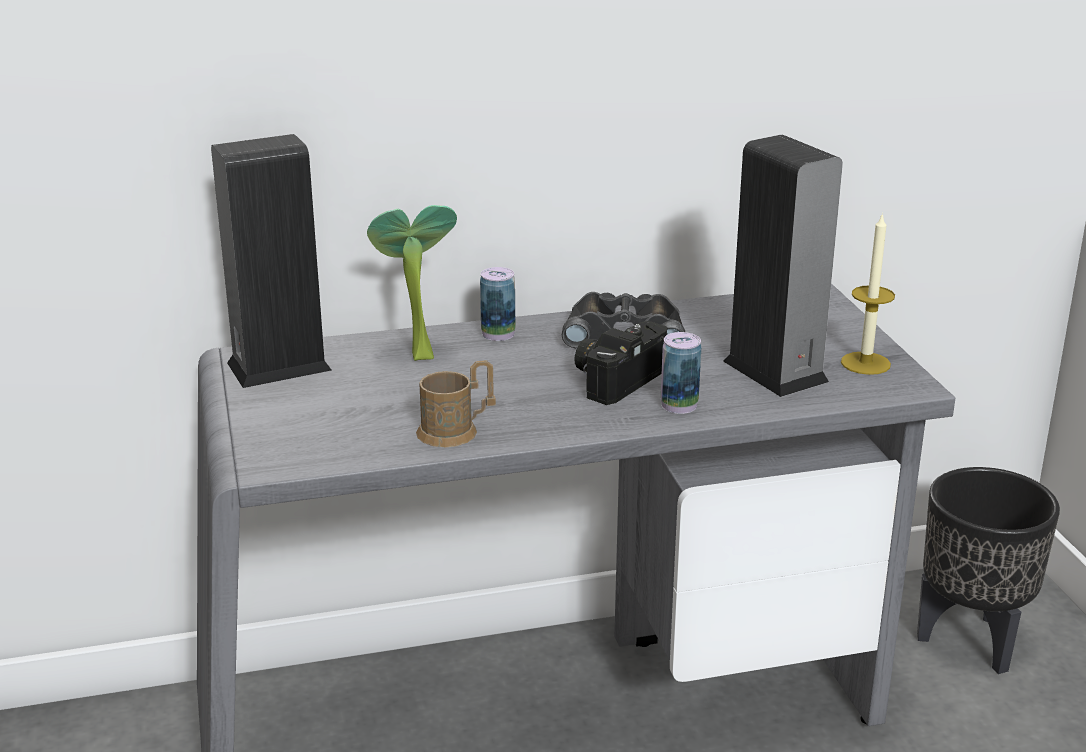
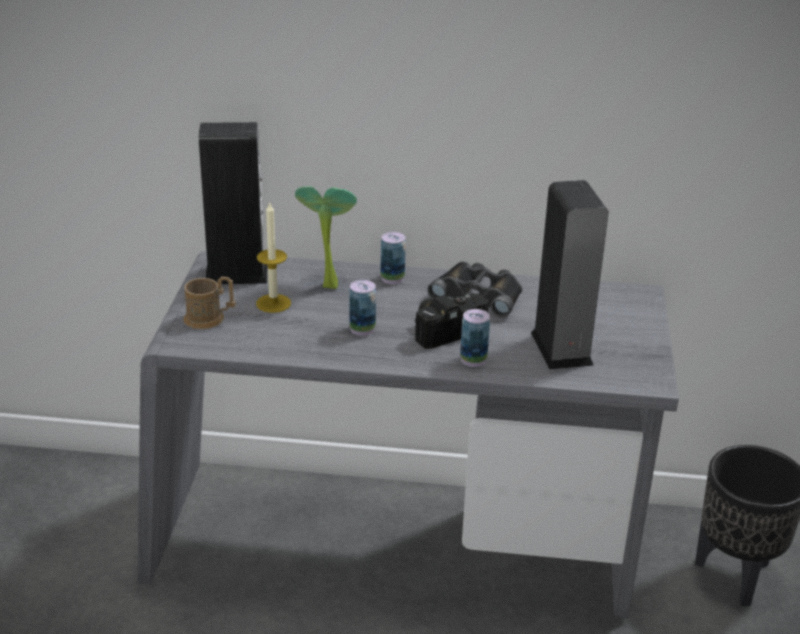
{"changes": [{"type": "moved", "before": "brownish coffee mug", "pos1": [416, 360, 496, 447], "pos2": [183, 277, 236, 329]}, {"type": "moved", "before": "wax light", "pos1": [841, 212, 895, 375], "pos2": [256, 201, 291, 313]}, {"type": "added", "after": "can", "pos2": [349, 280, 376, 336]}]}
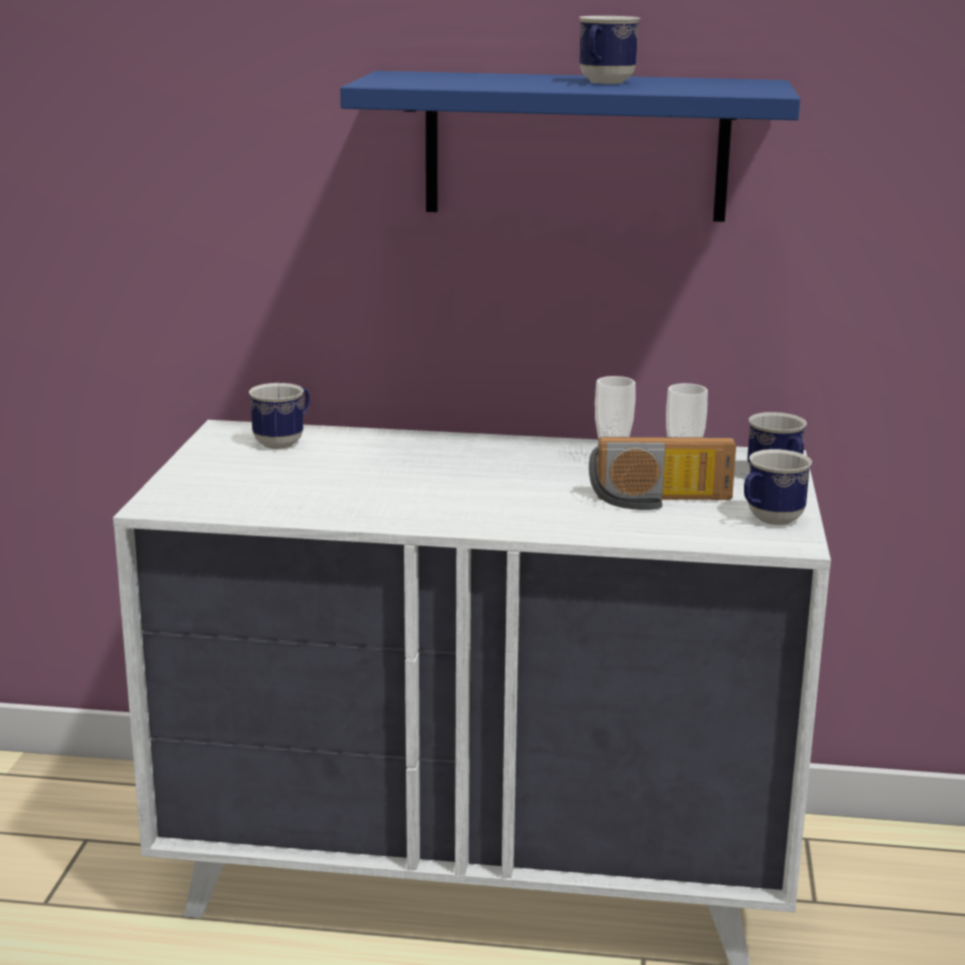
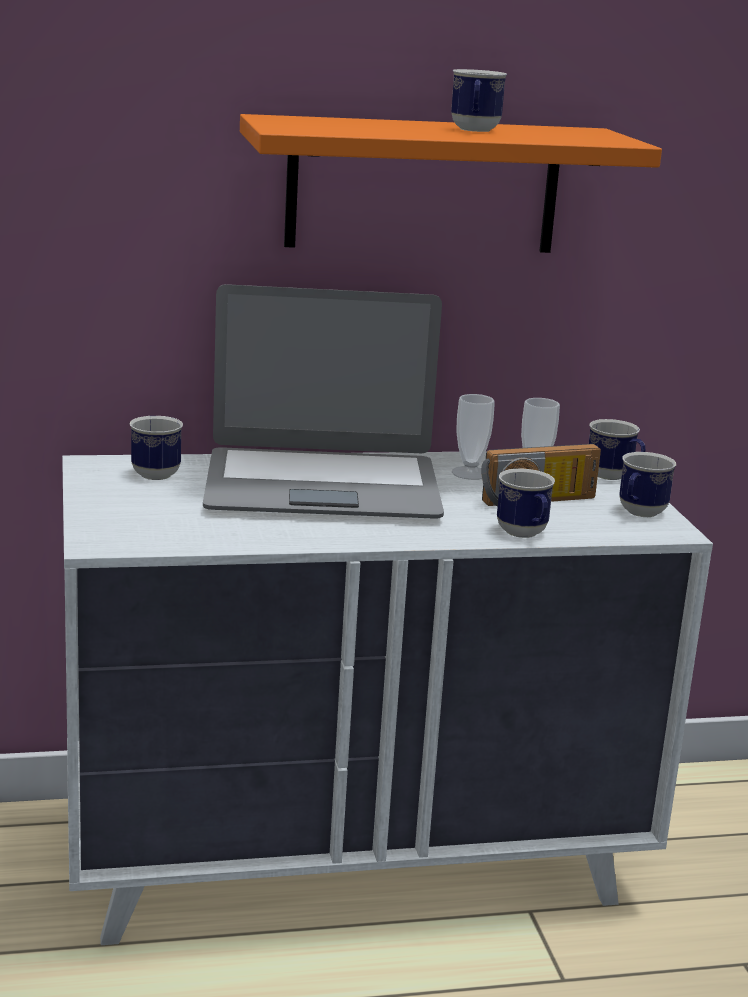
{"changes": [{"type": "recoloured", "before": "bluish bracket shelf", "after": "orange bracket shelf", "pos1": [340, 71, 800, 222], "pos2": [240, 114, 662, 253]}, {"type": "added", "after": "portable computer", "pos2": [203, 284, 444, 519]}, {"type": "added", "after": "coffee mug", "pos2": [497, 468, 555, 538]}]}
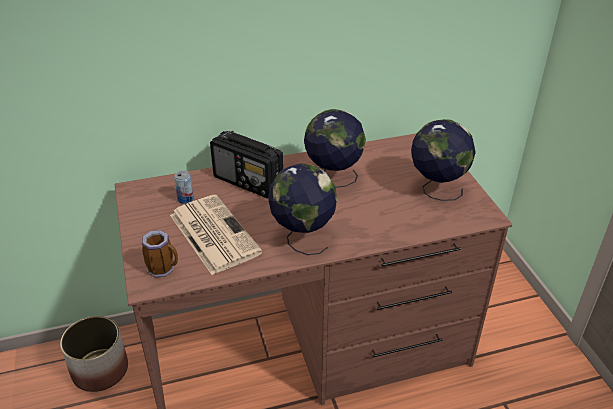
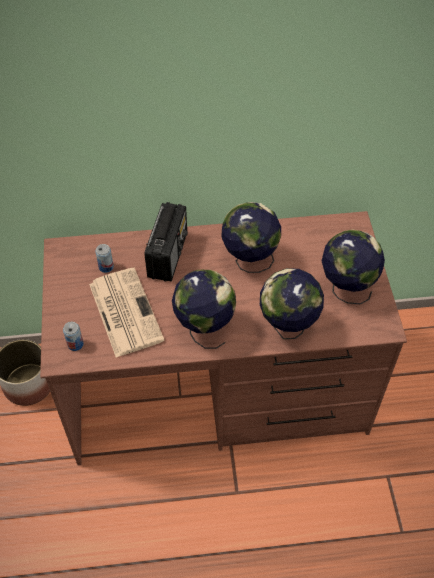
{"changes": [{"type": "replaced", "before": "coffee mug", "after": "can", "pos1": [142, 230, 178, 277], "pos2": [63, 322, 84, 351]}, {"type": "turned", "before": "radio receiver", "pos1": [210, 131, 283, 198], "pos2": [144, 202, 188, 281], "turn": -120}, {"type": "added", "after": "desk globe", "pos2": [260, 268, 324, 339]}]}
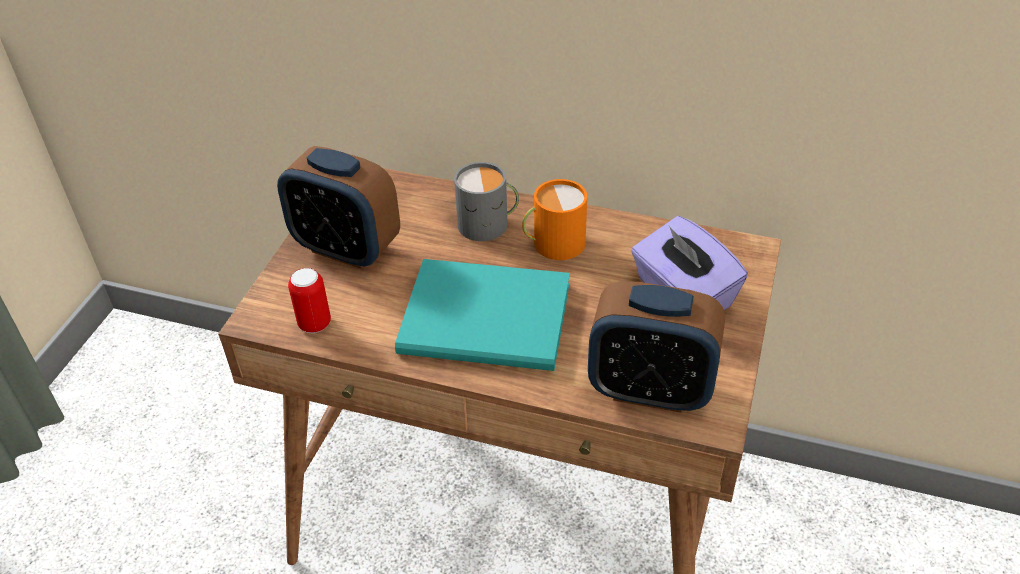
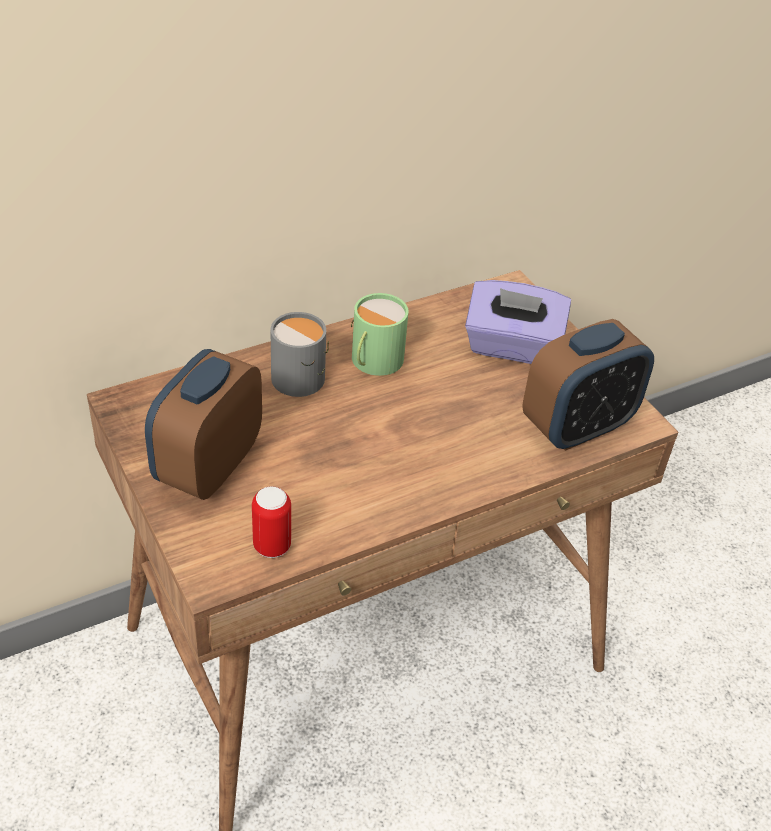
{"changes": [{"type": "turned", "before": "table clock", "pos1": [277, 146, 400, 269], "pos2": [145, 349, 262, 500], "turn": 135}, {"type": "removed", "before": "turquoise-coloured book", "pos1": [395, 259, 570, 371]}, {"type": "recoloured", "before": "orange coffee mug", "after": "greenish coffee mug", "pos1": [522, 179, 587, 260], "pos2": [351, 293, 409, 376]}]}
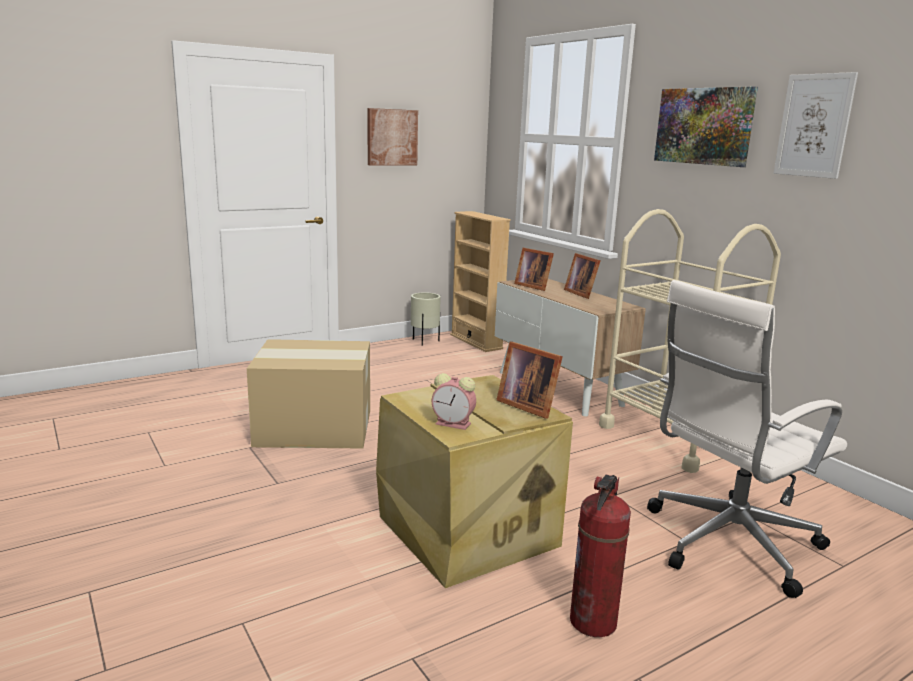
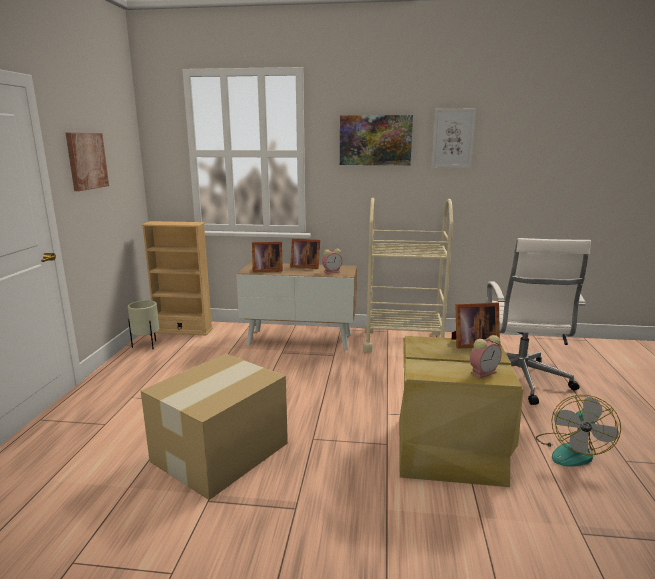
{"changes": [{"type": "replaced", "before": "extinguisher", "after": "electric fan", "pos1": [570, 475, 631, 637], "pos2": [536, 395, 621, 467]}, {"type": "added", "after": "table clock", "pos2": [322, 249, 342, 274]}]}
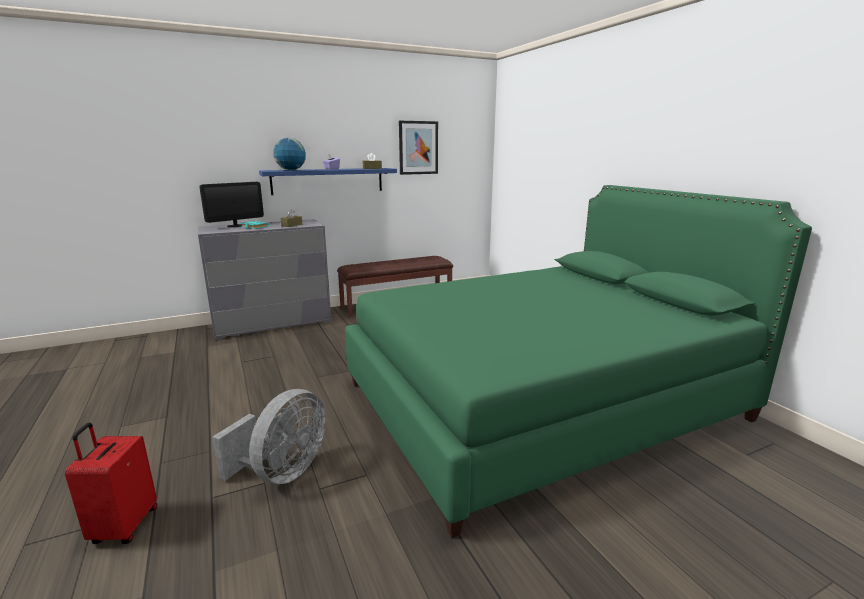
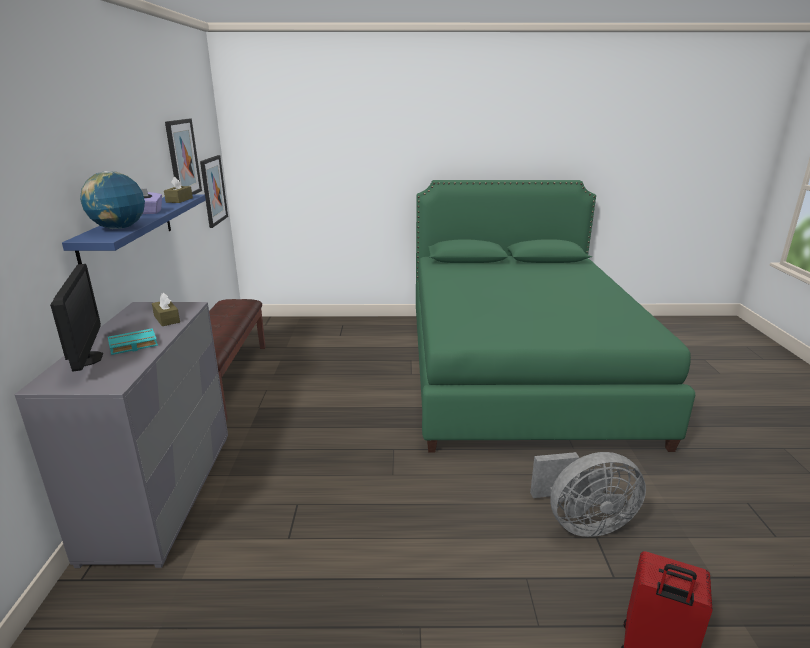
{"changes": [{"type": "turned", "before": "greyish electric fan", "pos1": [212, 389, 326, 484], "pos2": [530, 452, 646, 537], "turn": 120}, {"type": "added", "after": "wall picture", "pos2": [200, 155, 228, 228]}]}
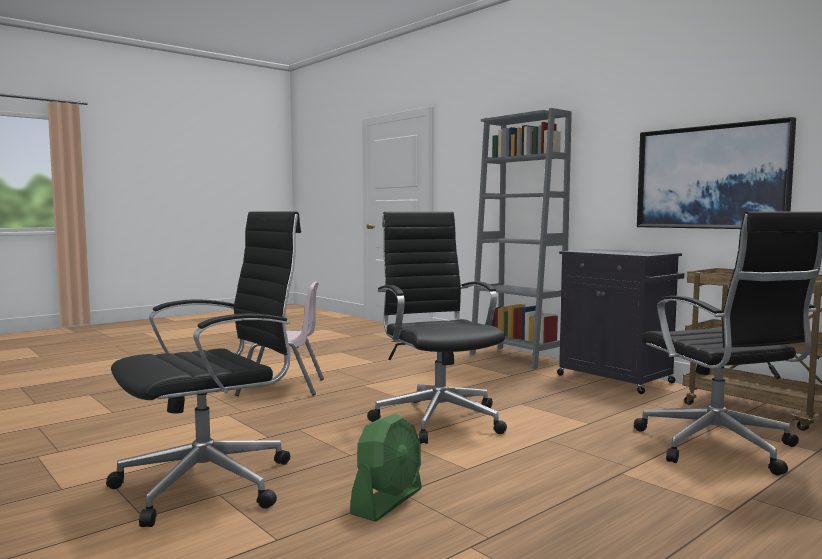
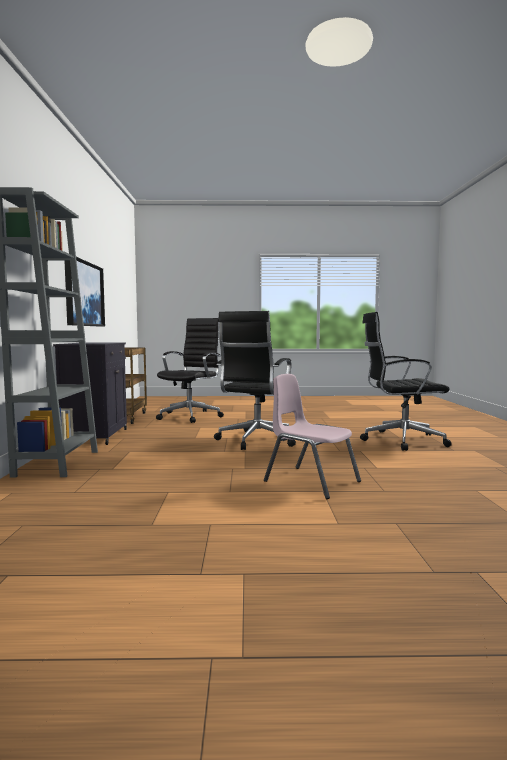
{"changes": [{"type": "removed", "before": "greenish electric fan", "pos1": [350, 414, 422, 522]}]}
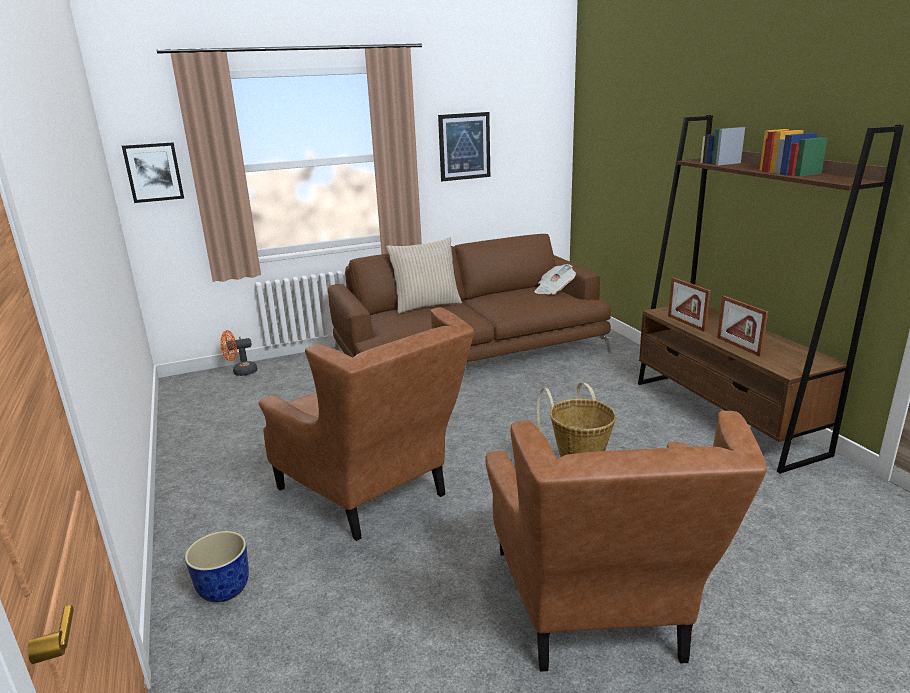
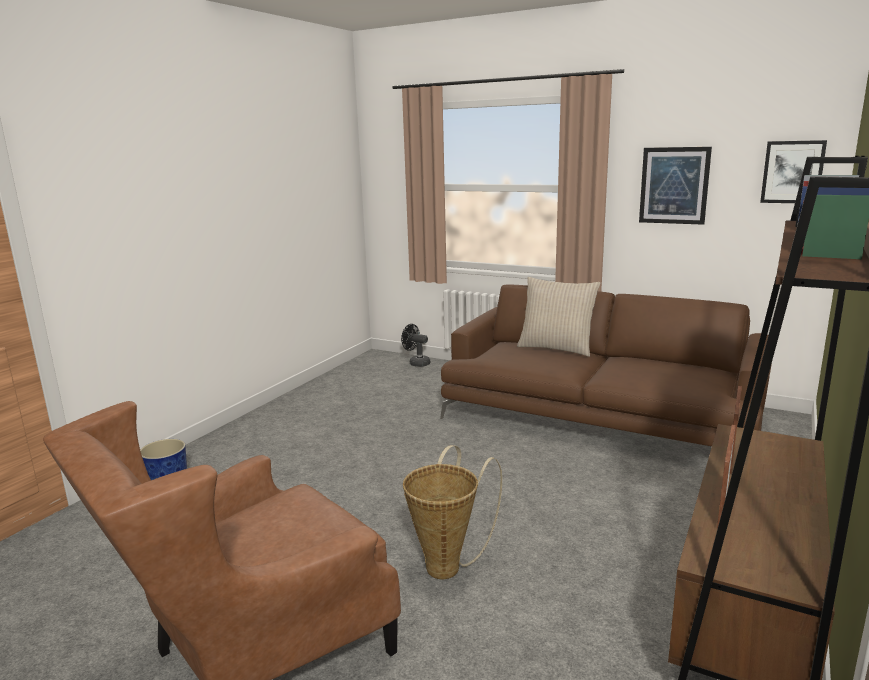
{"changes": [{"type": "moved", "before": "wall picture", "pos1": [122, 142, 184, 203], "pos2": [760, 140, 827, 203]}, {"type": "recoloured", "before": "orange electric fan", "after": "blackish electric fan", "pos1": [221, 330, 258, 376], "pos2": [401, 324, 431, 367]}, {"type": "removed", "before": "brownish easy chair", "pos1": [259, 307, 474, 541]}, {"type": "removed", "before": "newspaper", "pos1": [534, 264, 576, 294]}]}
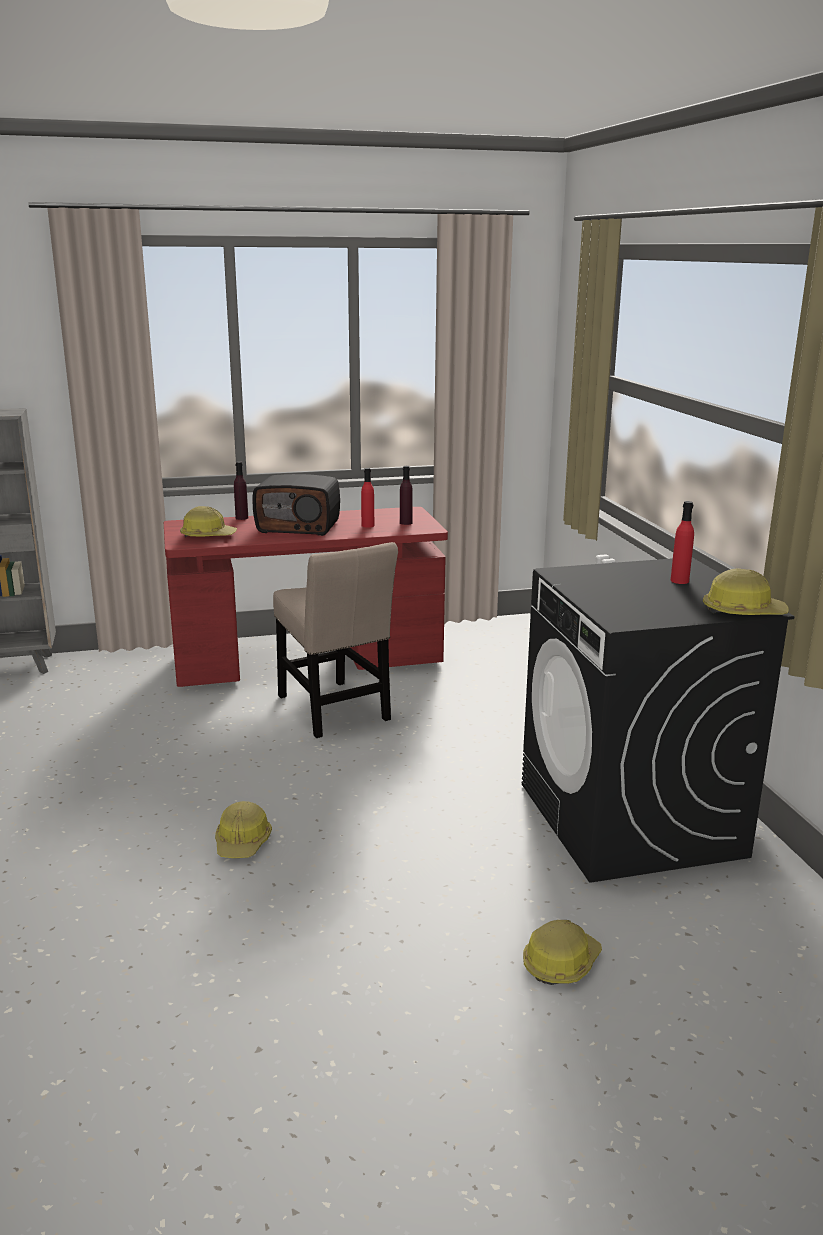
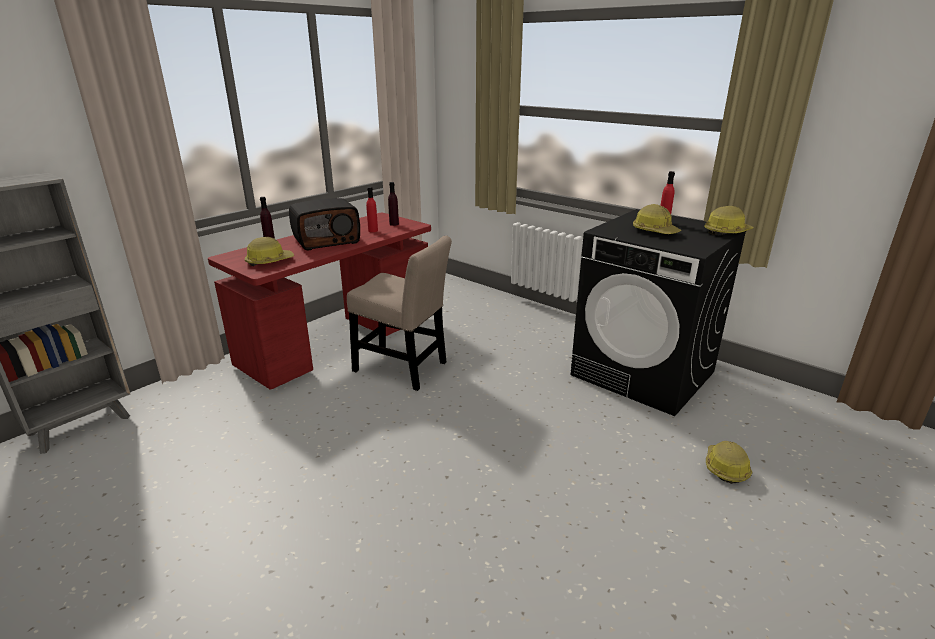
{"changes": [{"type": "moved", "before": "hard hat", "pos1": [215, 801, 272, 858], "pos2": [633, 204, 681, 234]}]}
